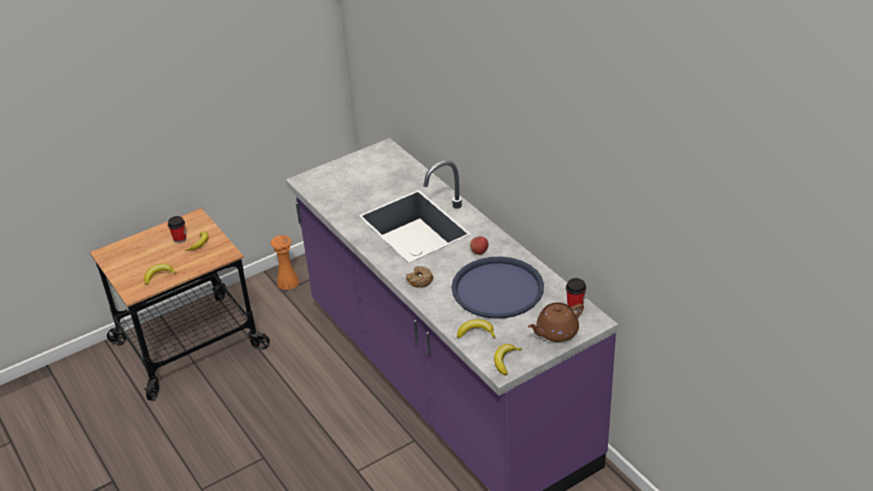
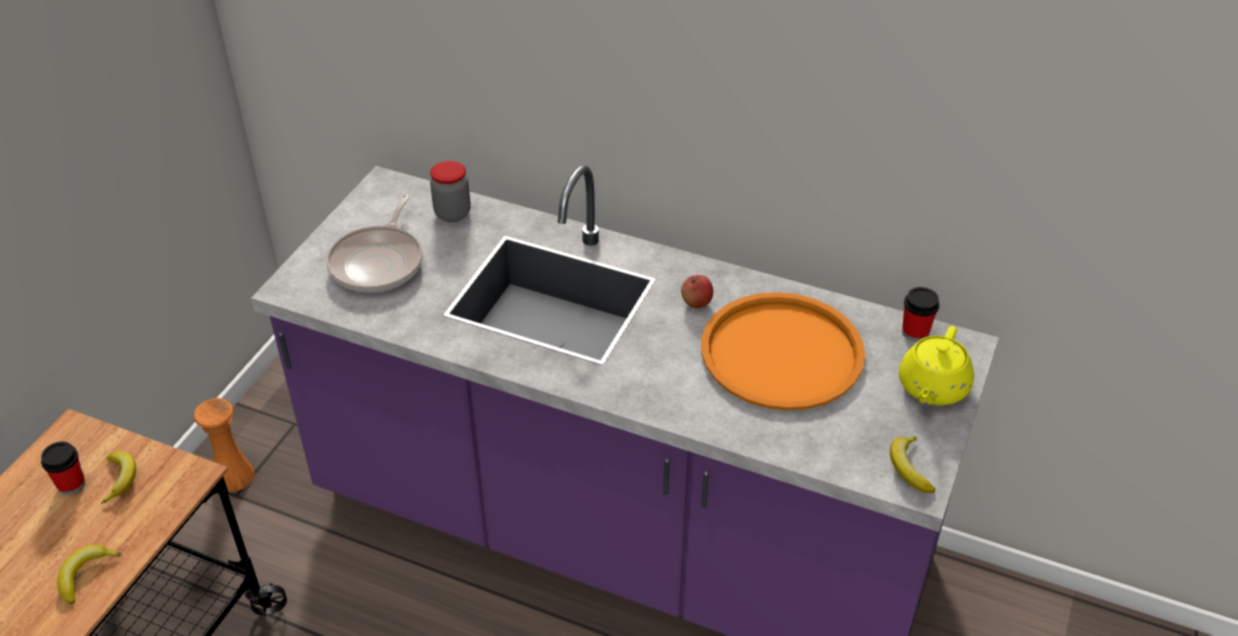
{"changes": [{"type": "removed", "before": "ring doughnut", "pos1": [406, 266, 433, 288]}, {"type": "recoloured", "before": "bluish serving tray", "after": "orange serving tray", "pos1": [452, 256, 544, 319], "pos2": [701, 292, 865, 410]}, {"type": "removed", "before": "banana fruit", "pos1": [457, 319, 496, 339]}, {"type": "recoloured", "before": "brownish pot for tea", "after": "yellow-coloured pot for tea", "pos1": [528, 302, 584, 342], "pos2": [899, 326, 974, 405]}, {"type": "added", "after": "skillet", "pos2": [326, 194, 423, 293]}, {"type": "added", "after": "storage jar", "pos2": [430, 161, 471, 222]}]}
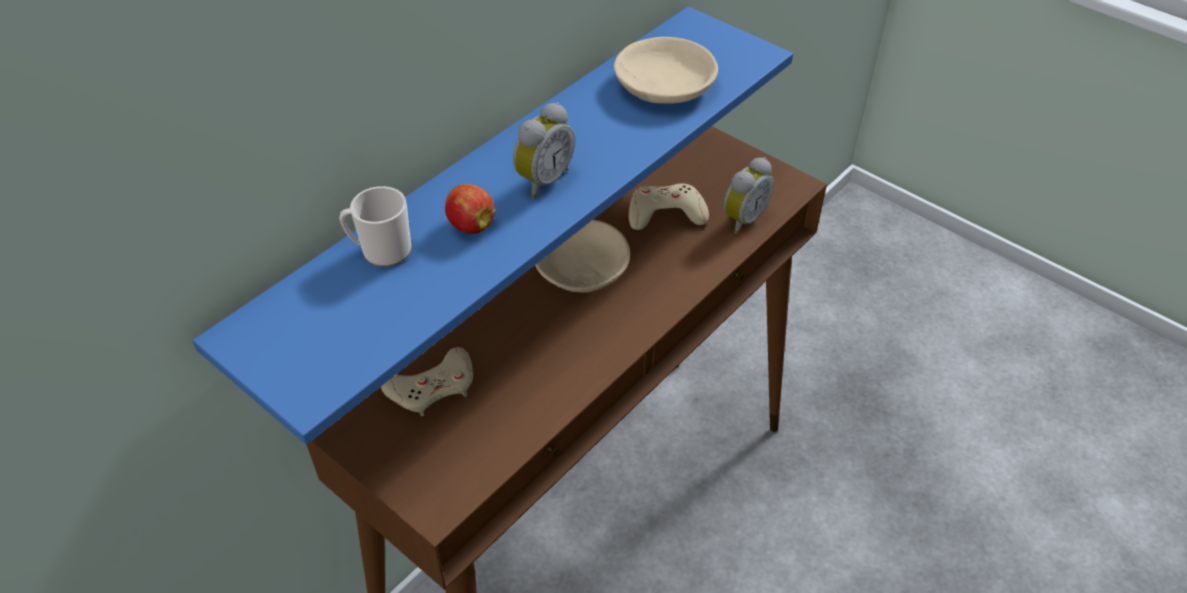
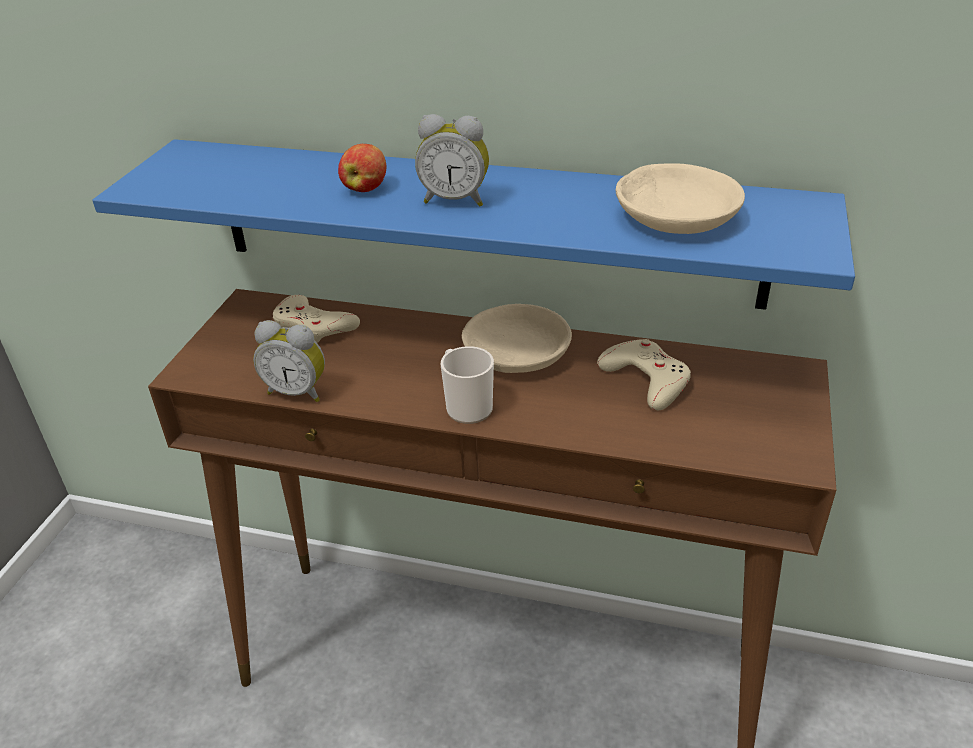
{"changes": [{"type": "moved", "before": "coffee mug", "pos1": [339, 186, 412, 267], "pos2": [441, 346, 494, 424]}, {"type": "moved", "before": "table clock", "pos1": [723, 157, 774, 234], "pos2": [253, 320, 325, 402]}]}
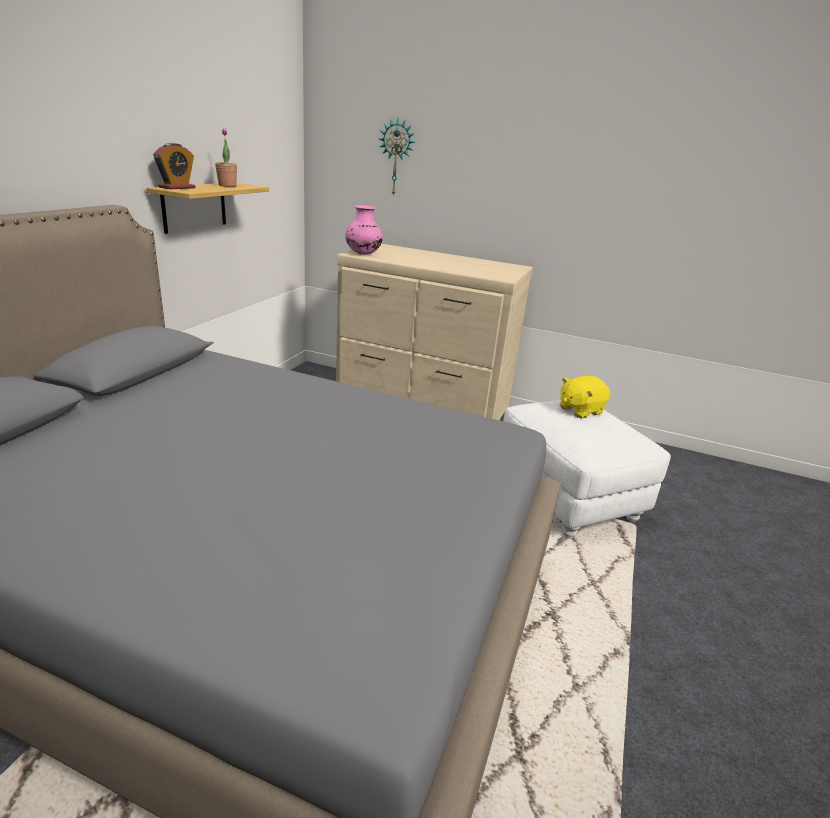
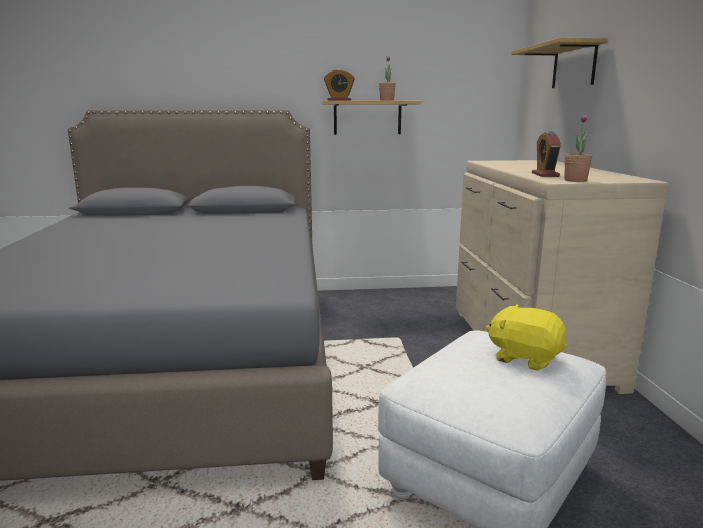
{"changes": [{"type": "removed", "before": "pink-coloured decorative vase", "pos1": [345, 205, 383, 255]}, {"type": "replaced", "before": "clock on the wall", "after": "bracket shelf", "pos1": [379, 119, 415, 197], "pos2": [511, 37, 608, 88]}, {"type": "added", "after": "table clock", "pos2": [532, 132, 561, 177]}, {"type": "added", "after": "plant in a pot", "pos2": [564, 114, 592, 182]}]}
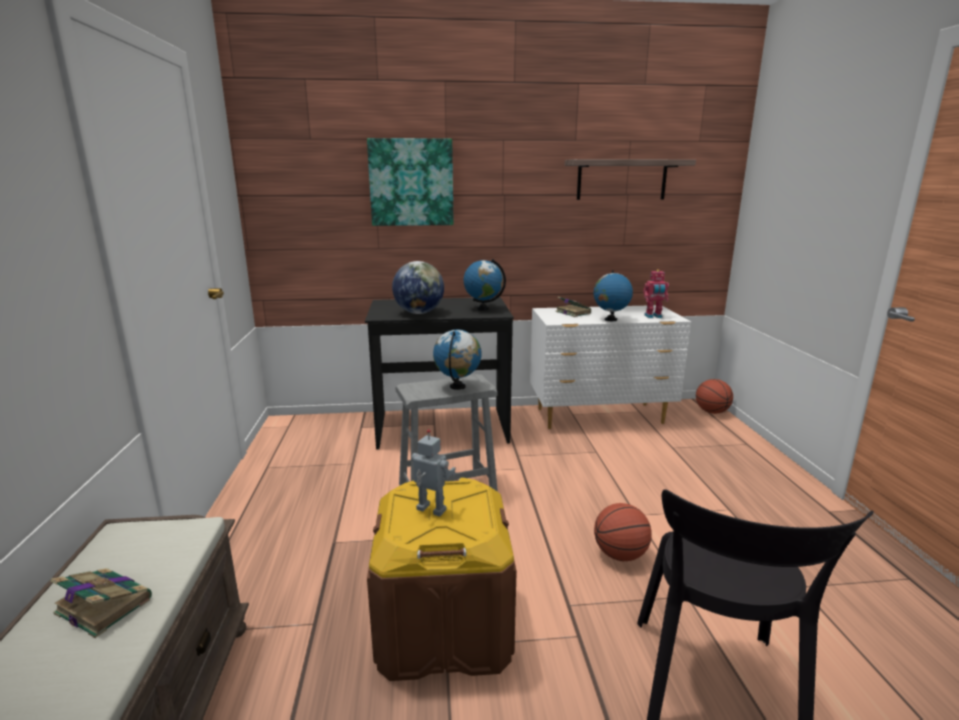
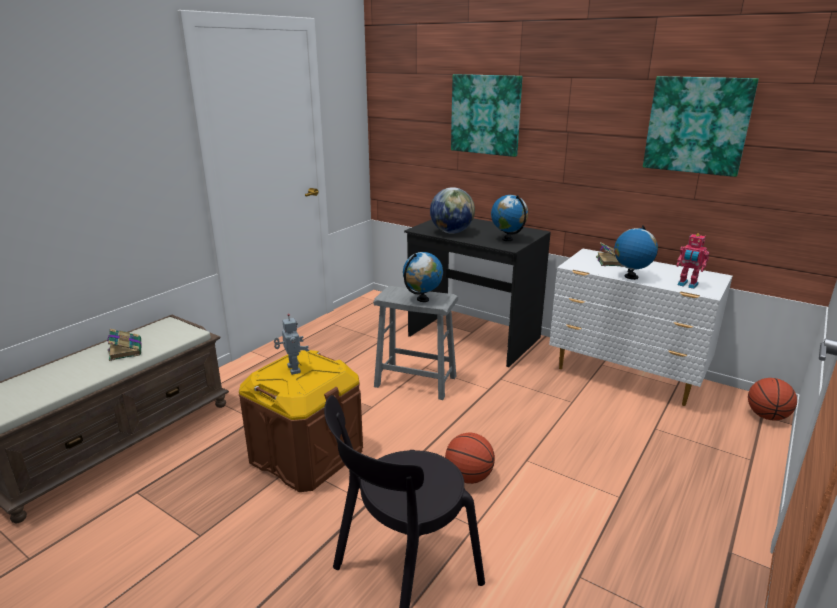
{"changes": [{"type": "replaced", "before": "bracket shelf", "after": "wall picture", "pos1": [565, 159, 696, 200], "pos2": [643, 76, 759, 177]}]}
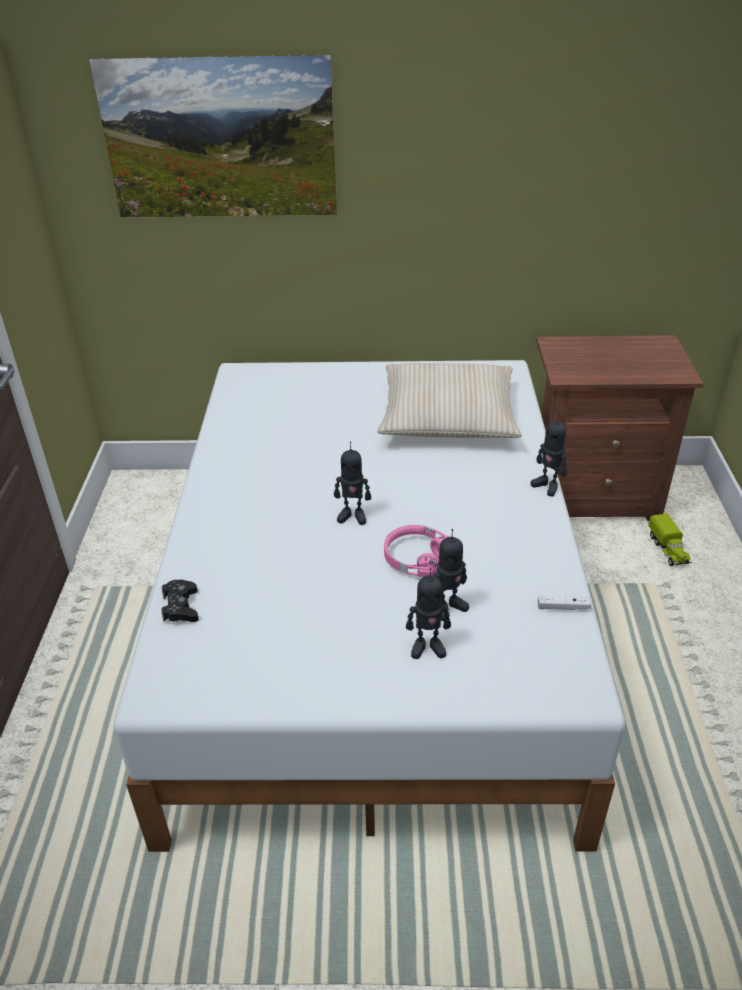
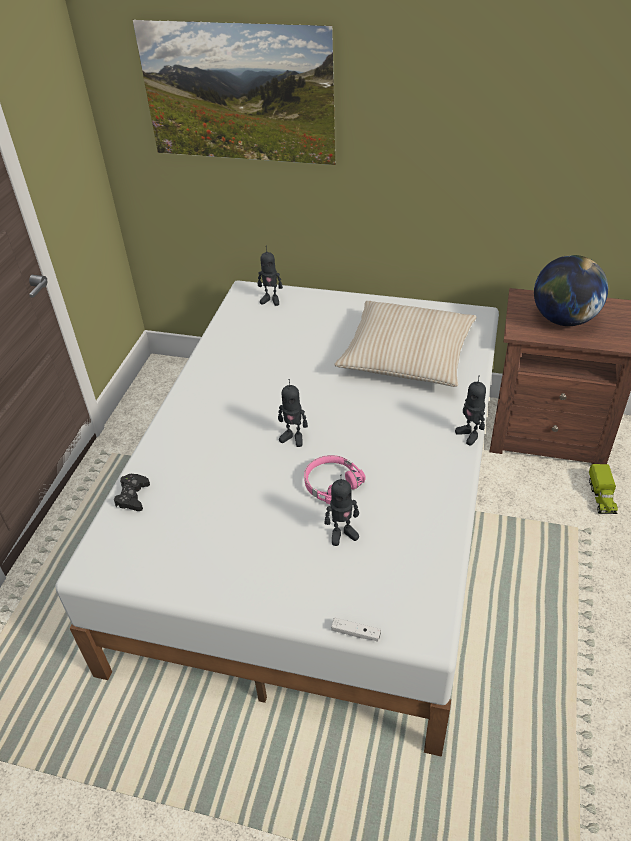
{"changes": [{"type": "moved", "before": "toy robot", "pos1": [406, 568, 451, 659], "pos2": [258, 246, 283, 306]}, {"type": "moved", "before": "white game controller", "pos1": [538, 595, 591, 610], "pos2": [331, 618, 381, 642]}, {"type": "added", "after": "desk globe", "pos2": [534, 255, 608, 326]}]}
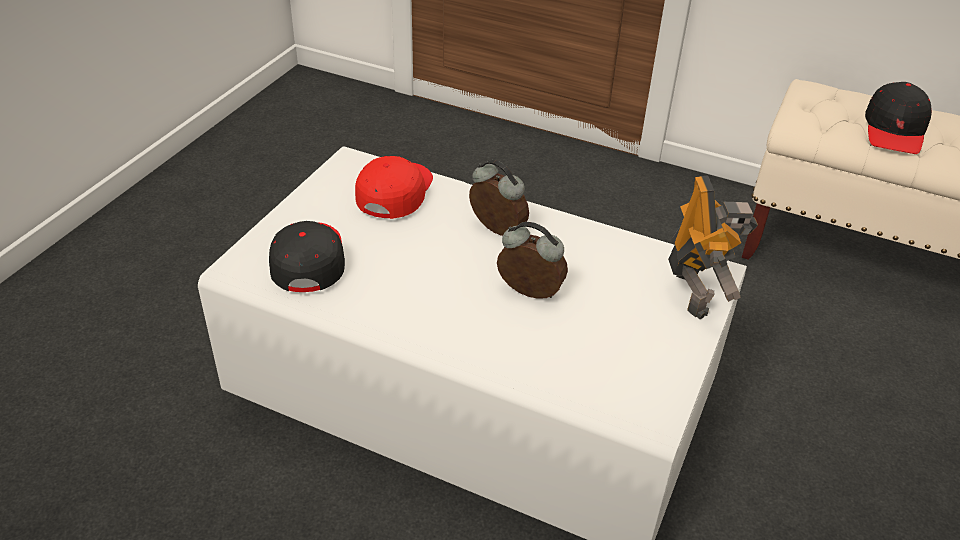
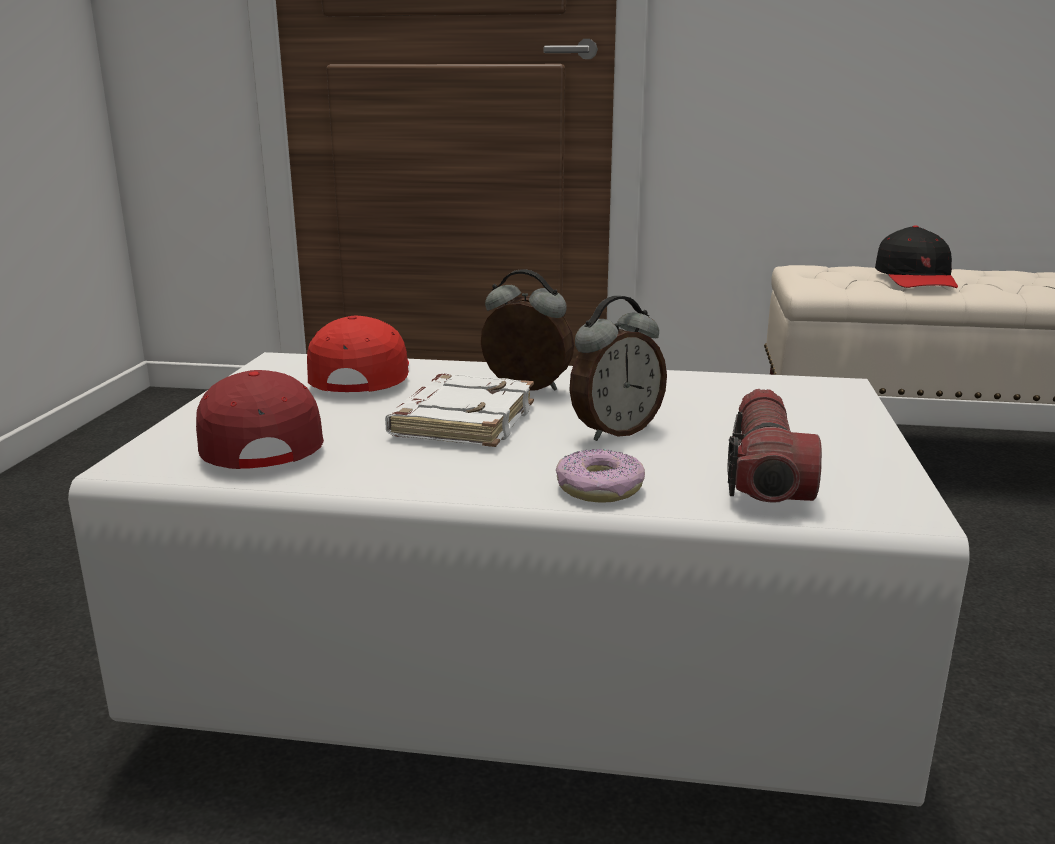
{"changes": [{"type": "recoloured", "before": "blackish baseball cap", "after": "reddish baseball cap", "pos1": [269, 221, 345, 292], "pos2": [196, 370, 324, 469]}, {"type": "turned", "before": "table clock", "pos1": [497, 222, 568, 299], "pos2": [569, 296, 667, 441], "turn": 135}, {"type": "removed", "before": "toy robot", "pos1": [668, 175, 758, 319]}, {"type": "added", "after": "white book", "pos2": [385, 374, 534, 447]}, {"type": "added", "after": "ring doughnut", "pos2": [556, 449, 645, 503]}, {"type": "added", "after": "flashlight", "pos2": [727, 389, 822, 503]}]}
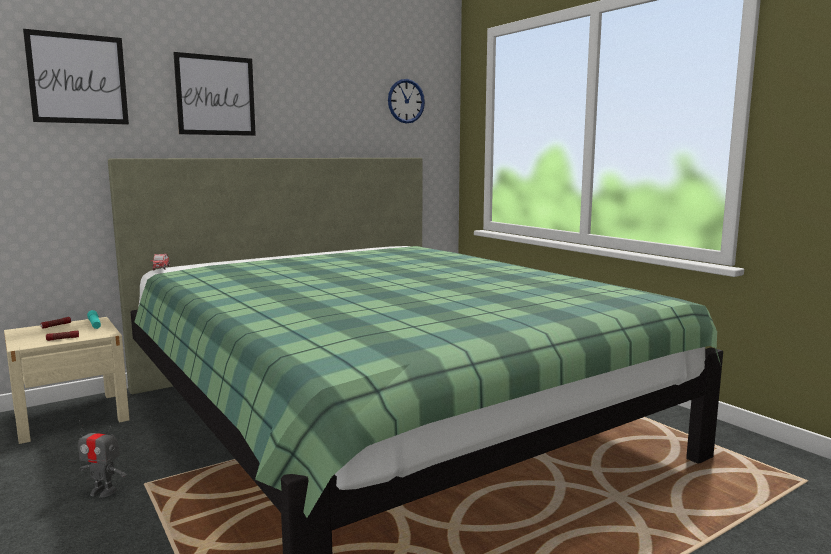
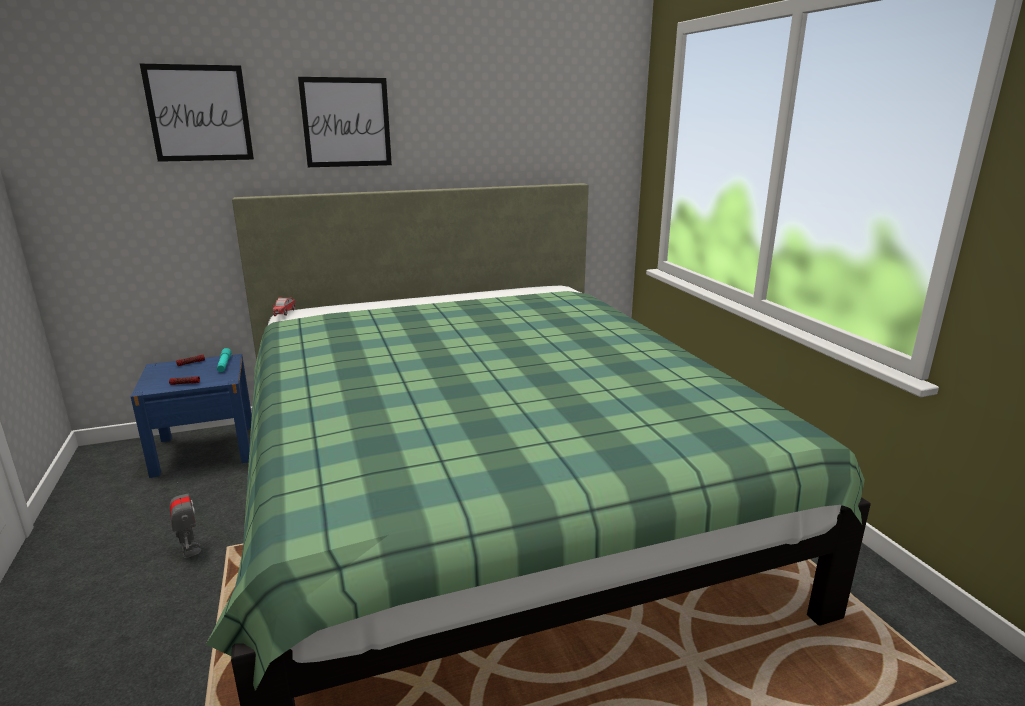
{"changes": [{"type": "recoloured", "before": "beige nightstand", "after": "bluish nightstand", "pos1": [4, 317, 130, 444], "pos2": [131, 354, 252, 478]}, {"type": "turned", "before": "toy robot", "pos1": [78, 420, 127, 498], "pos2": [170, 482, 201, 558], "turn": -150}, {"type": "removed", "before": "clock on the wall", "pos1": [388, 79, 425, 124]}]}
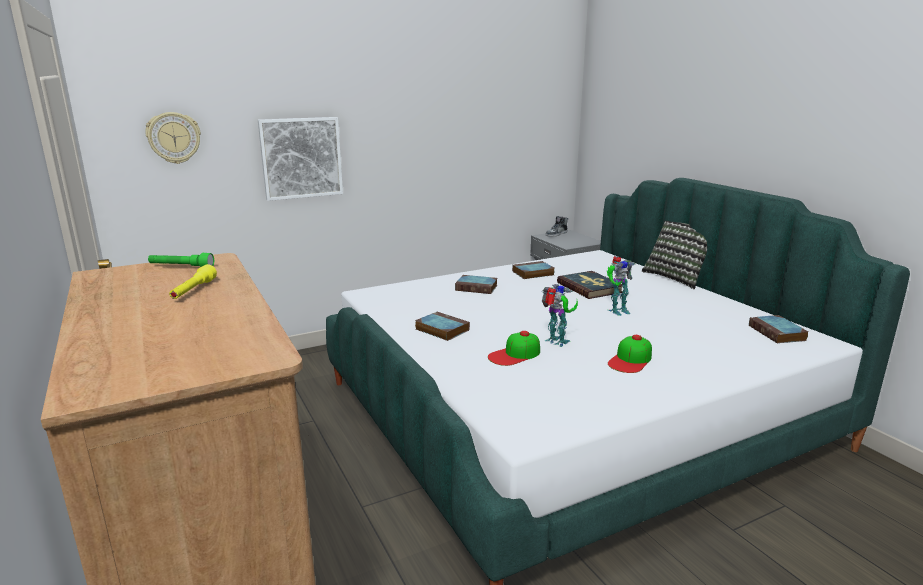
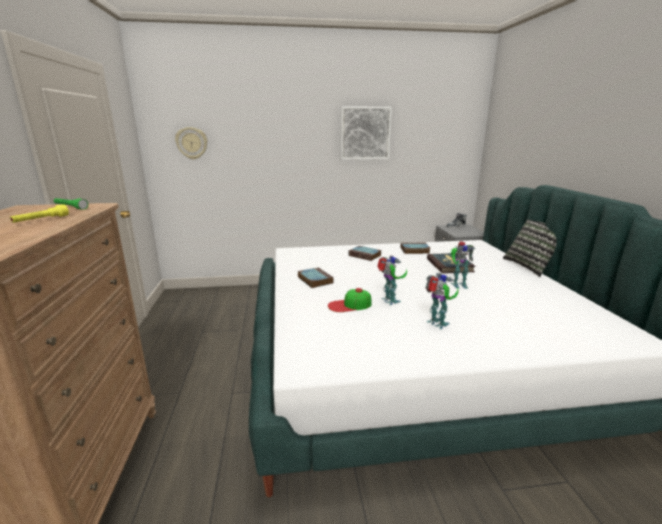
{"changes": [{"type": "moved", "before": "wall picture", "pos1": [258, 117, 343, 201], "pos2": [341, 106, 392, 160]}, {"type": "replaced", "before": "baseball cap", "after": "toy robot", "pos1": [608, 335, 652, 373], "pos2": [425, 273, 458, 329]}, {"type": "removed", "before": "book", "pos1": [749, 315, 808, 343]}]}
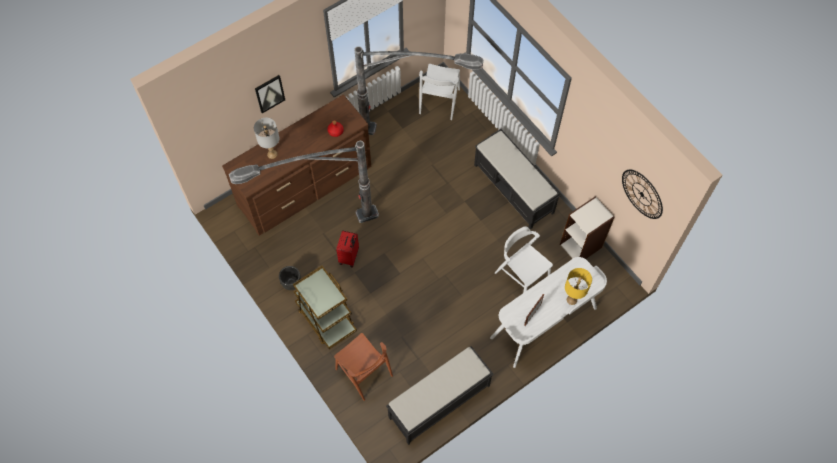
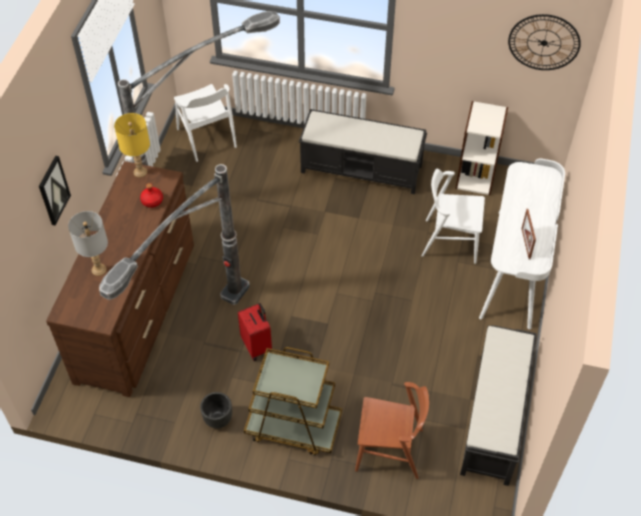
{"changes": [{"type": "moved", "before": "yellow-coloured lamp for a table", "pos1": [565, 268, 592, 305], "pos2": [114, 113, 150, 177]}]}
